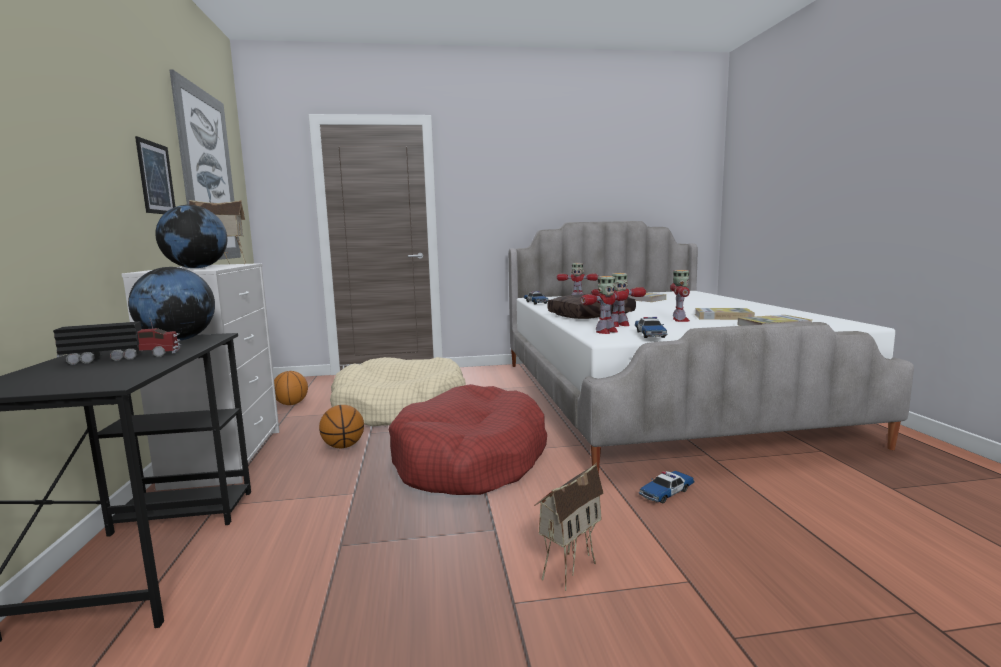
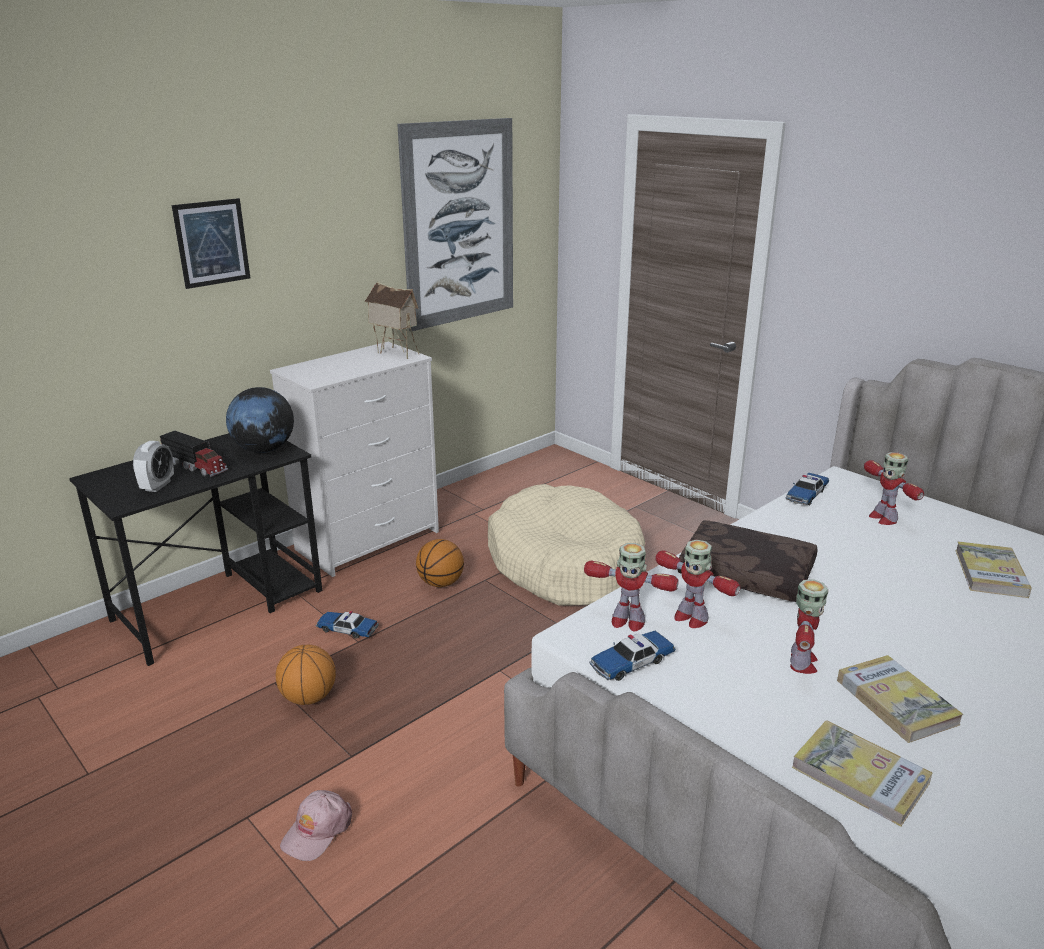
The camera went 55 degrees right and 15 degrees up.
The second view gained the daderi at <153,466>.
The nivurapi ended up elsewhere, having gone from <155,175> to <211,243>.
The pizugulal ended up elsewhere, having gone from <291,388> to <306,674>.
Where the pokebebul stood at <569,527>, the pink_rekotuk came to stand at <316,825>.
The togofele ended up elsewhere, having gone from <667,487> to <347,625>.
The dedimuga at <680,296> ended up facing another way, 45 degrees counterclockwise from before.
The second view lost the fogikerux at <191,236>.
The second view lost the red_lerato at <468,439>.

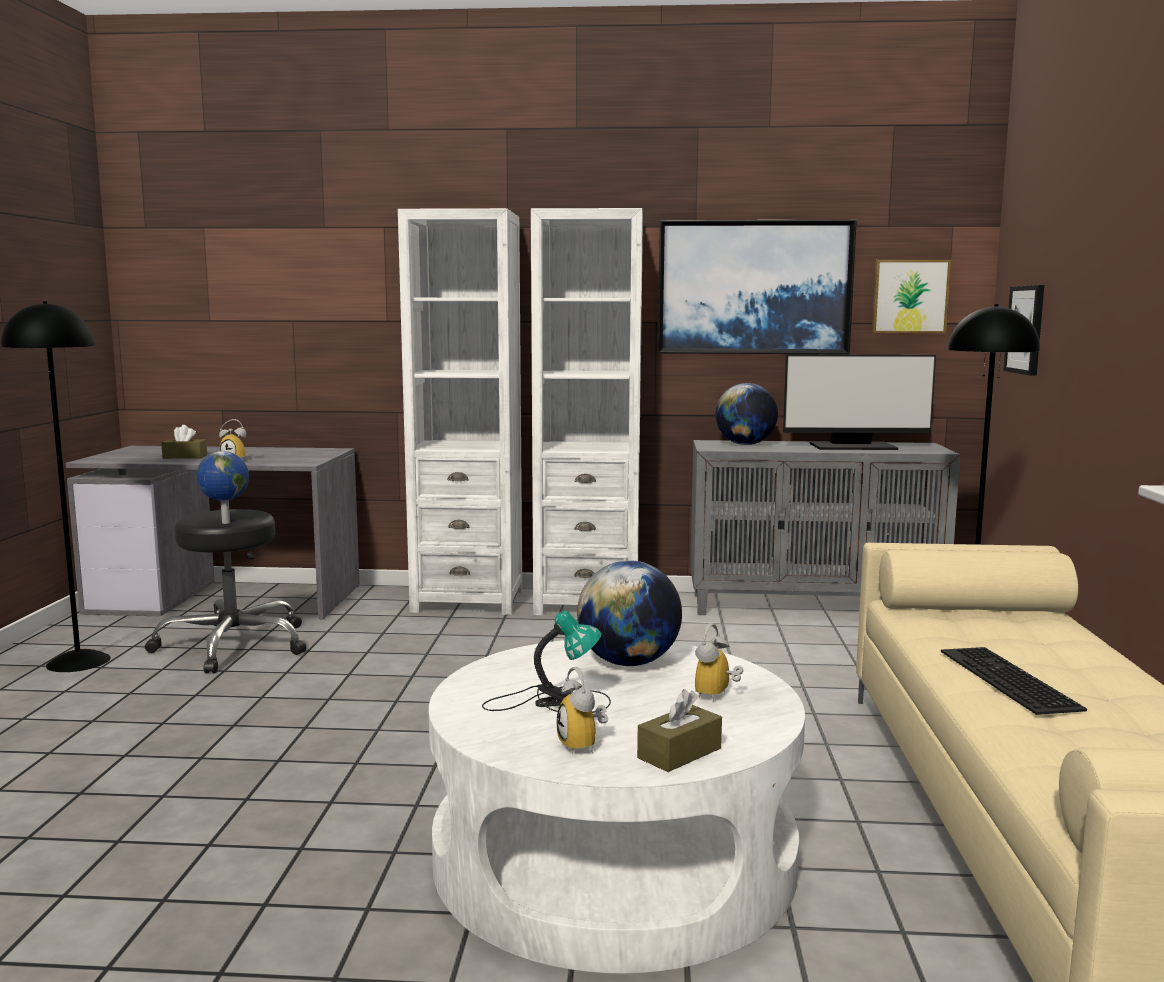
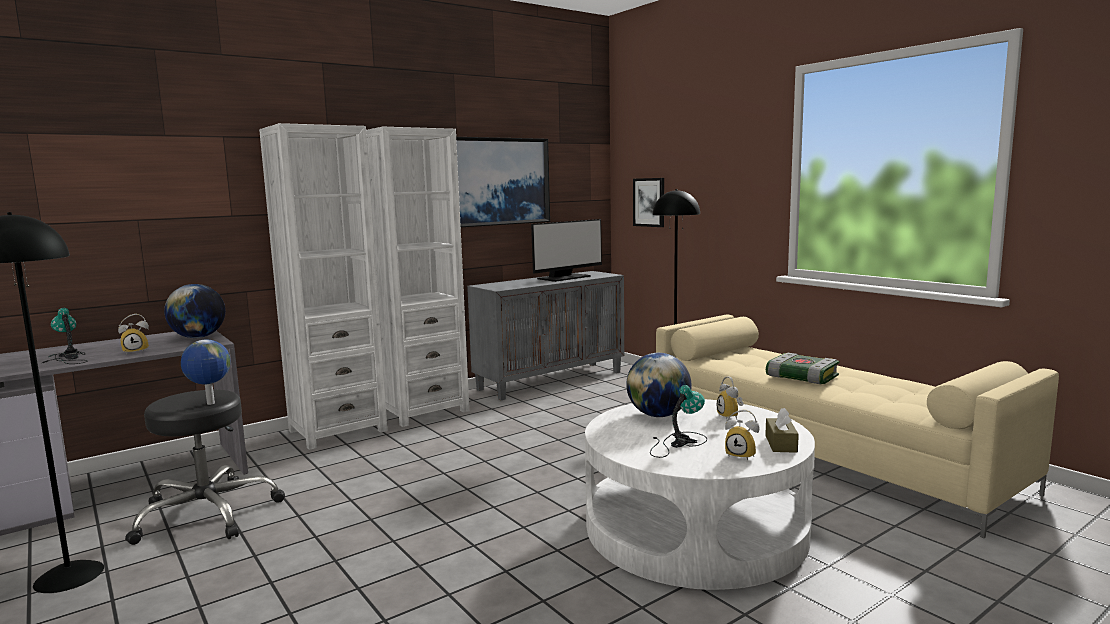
The camera went 40 degrees left and 0 degrees up.
Where the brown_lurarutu stood at <184,442>, the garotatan came to stand at <64,336>.
The fogikerux ended up elsewhere, having gone from <746,414> to <194,311>.
Where the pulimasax stood at <1014,681>, the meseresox came to stand at <802,368>.
The second view lost the nivurapi at <911,296>.

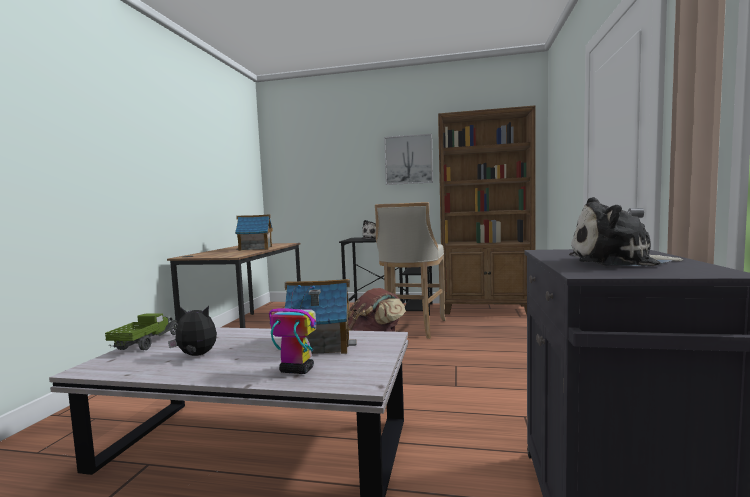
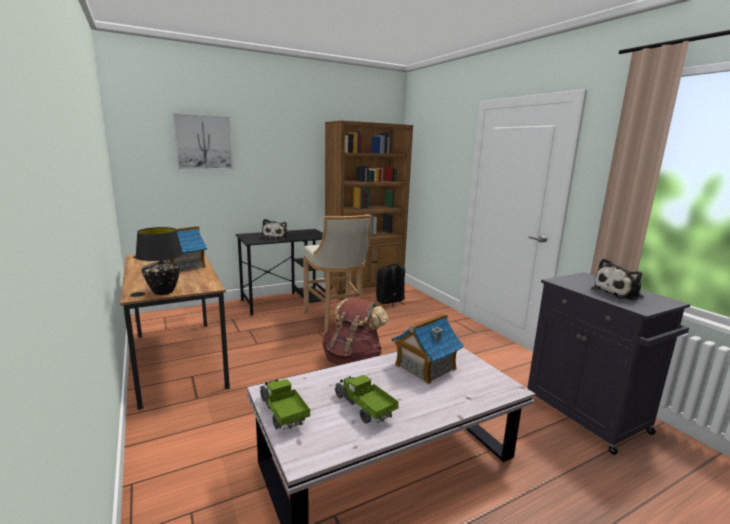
The camera went 40 degrees left and 10 degrees up.
The second view gained the black_garotatan at <159,261>.
The nivurapi ended up elsewhere, having gone from <408,159> to <203,141>.
Where the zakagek stood at <192,331>, the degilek came to stand at <366,399>.
The second view gained the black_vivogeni at <391,285>.
The second view lost the dedimuga at <292,329>.

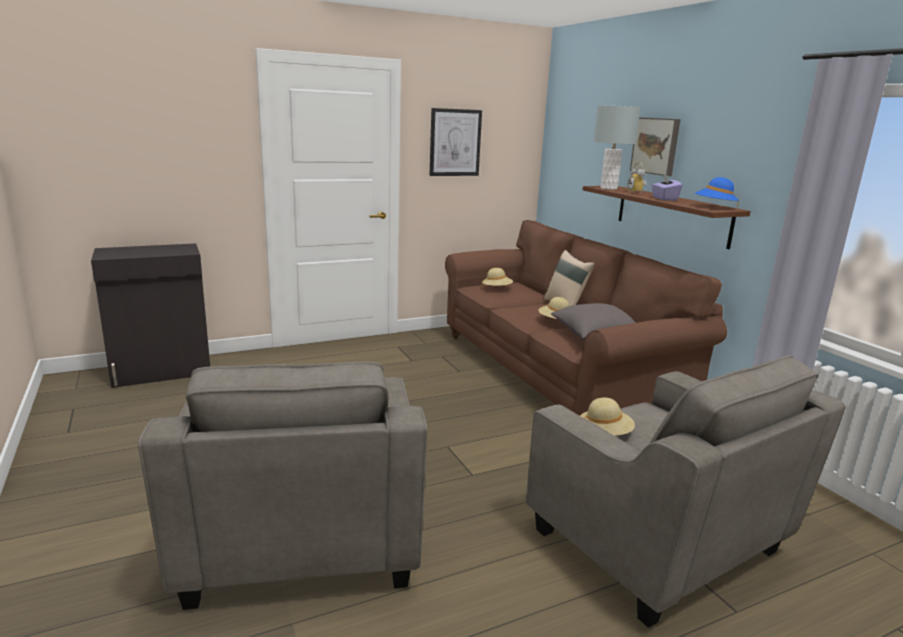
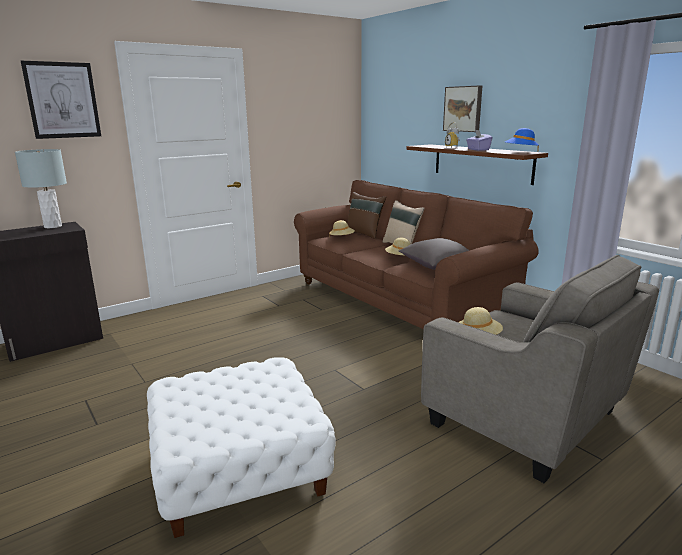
The camera went 10 degrees left and 0 degrees up.
The grey_garotatan ended up elsewhere, having gone from <617,147> to <41,188>.
The nivurapi ended up elsewhere, having gone from <456,142> to <61,100>.
Where the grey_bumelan stood at <282,486>, the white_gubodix came to stand at <241,447>.
The second view gained the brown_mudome at <366,215>.

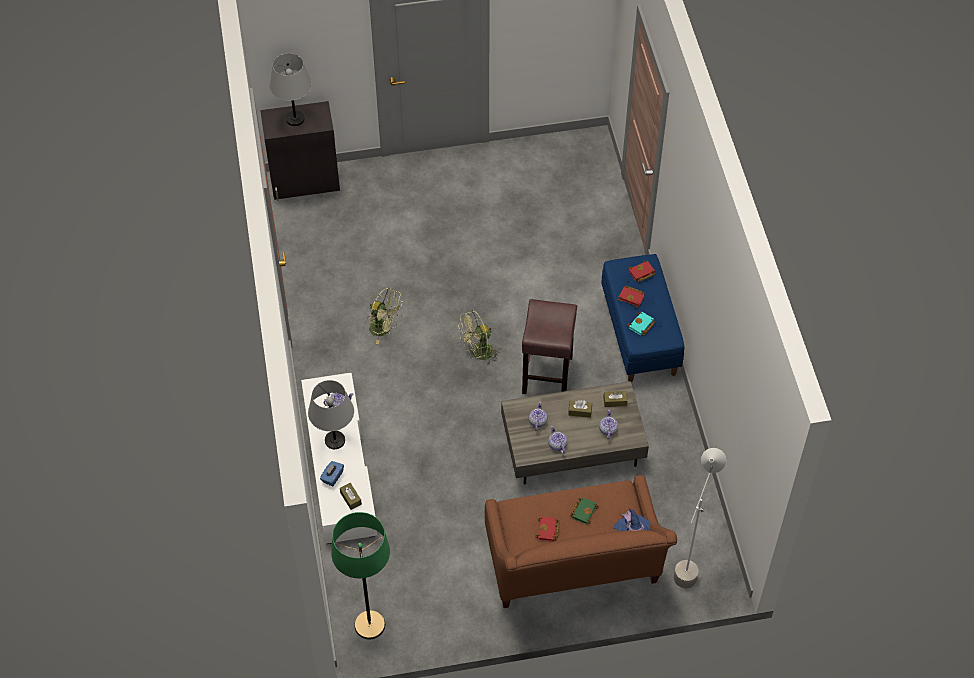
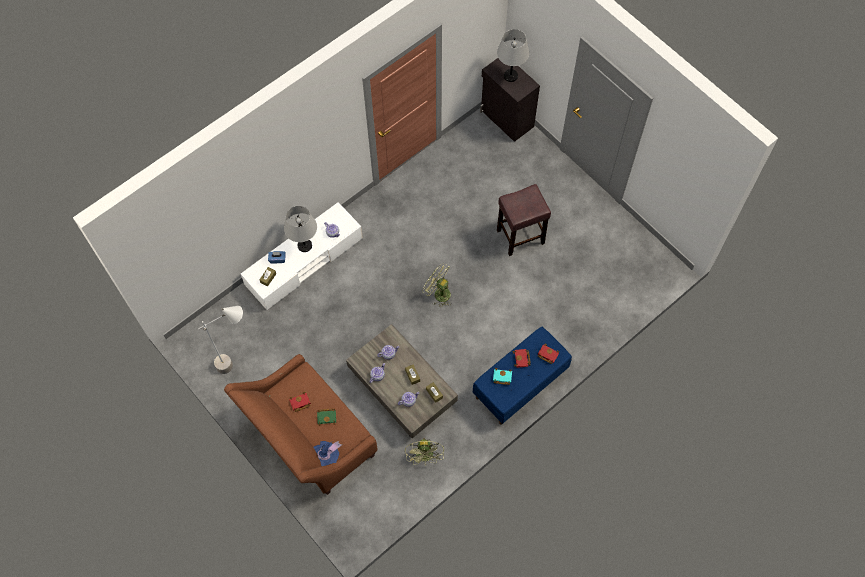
The camera went 60 degrees right and 10 degrees up.
The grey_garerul ended up elsewhere, having gone from <700,518> to <220,340>.
The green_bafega ended up elsewhere, having gone from <385,315> to <424,452>.
The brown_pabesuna ended up elsewhere, having gone from <549,346> to <524,220>.
The second view lost the green_garerul at <360,575>.

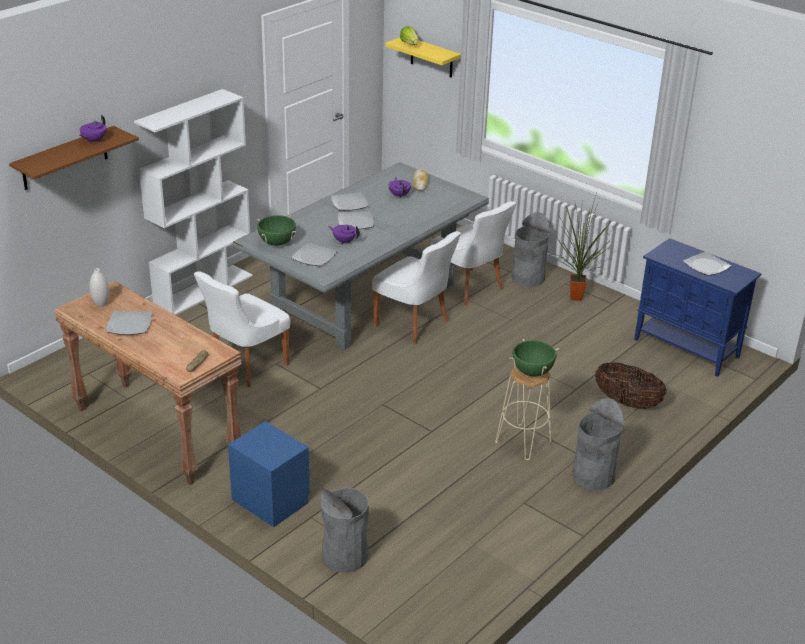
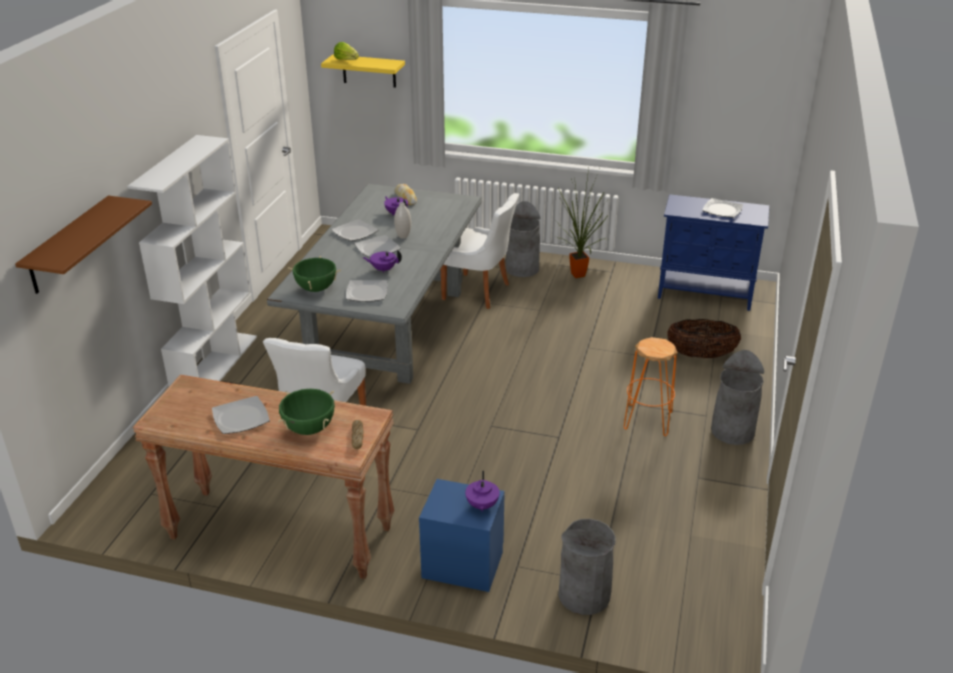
The camera went 25 degrees left and 0 degrees up.
The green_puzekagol ended up elsewhere, having gone from <534,357> to <306,412>.
The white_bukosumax ended up elsewhere, having gone from <99,287> to <402,220>.
The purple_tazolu ended up elsewhere, having gone from <92,129> to <482,491>.
What was the beige_pabesuna at <523,413> turned into the orange_pabesuna at <651,386>.
The second view lost the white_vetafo at <416,287>.

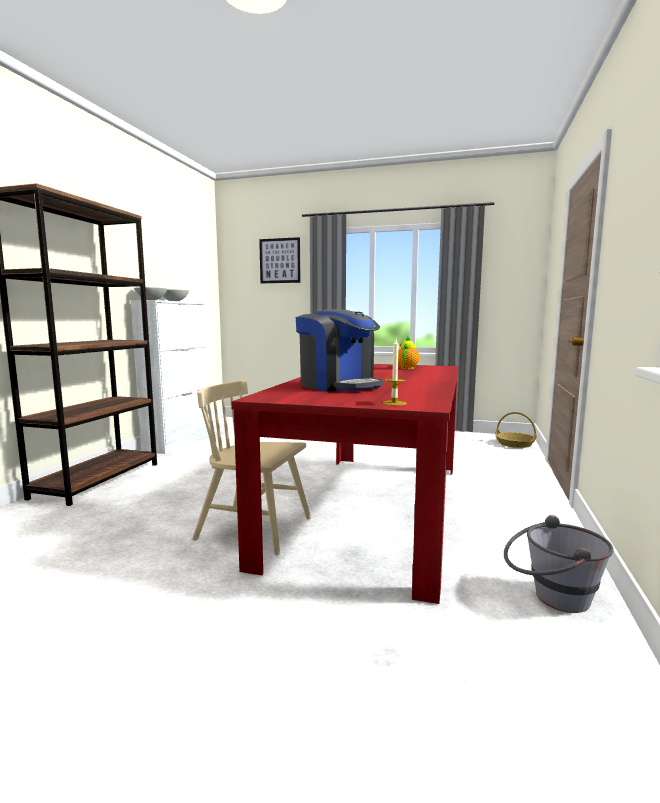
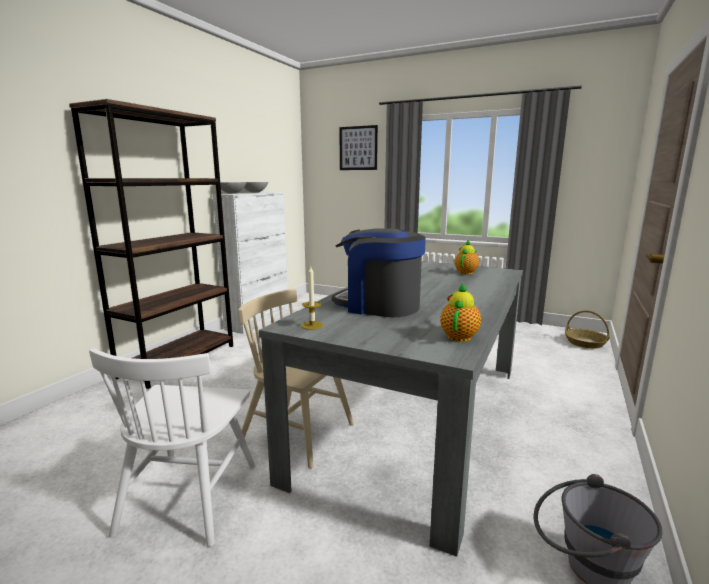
The camera went 10 degrees right and 5 degrees up.
The second view gained the white_vetafo at <172,447>.
What was the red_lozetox at <345,484> turned into the grey_lozetox at <391,409>.
The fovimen ended up elsewhere, having gone from <394,372> to <312,298>.
The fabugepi at <340,350> ended up facing another way, 150 degrees clockwise from before.
The second view gained the tazolu at <460,312>.

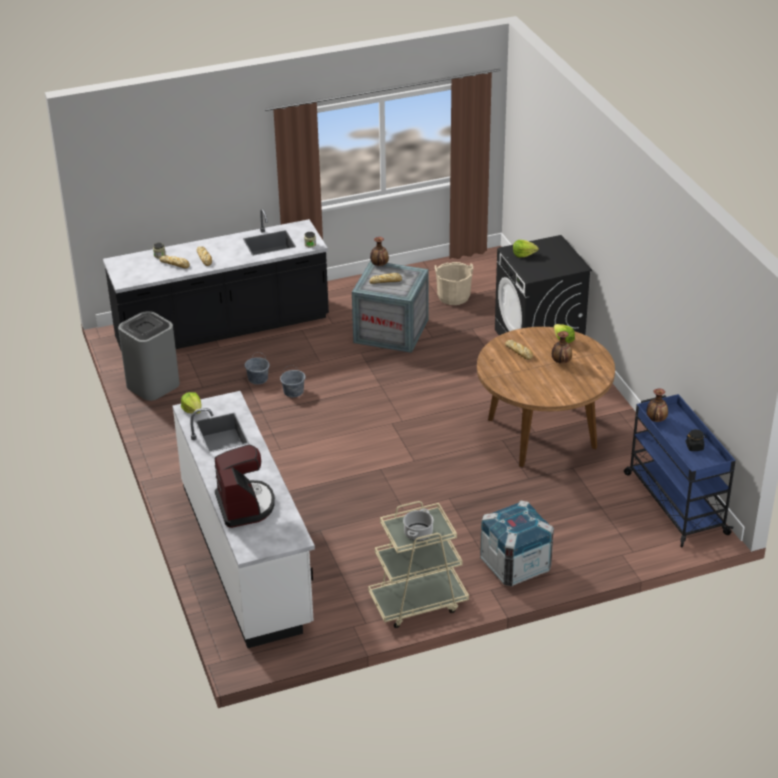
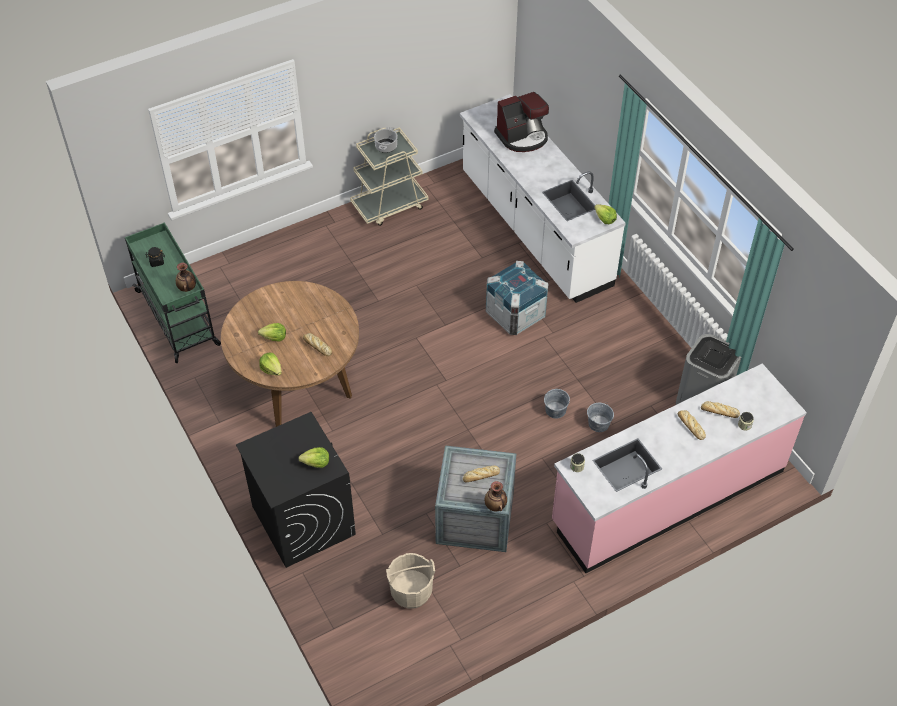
The camera went 170 degrees right and 15 degrees up.
What was the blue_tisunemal at <680,471> turned into the green_tisunemal at <173,292>.
Where the bukosumax stood at <562,347>, the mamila came to stand at <272,332>.
The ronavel ended up elsewhere, having gone from <517,543> to <517,298>.
The fabugepi at <245,486> ended up facing another way, 90 degrees counterclockwise from before.
What was the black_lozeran at <216,280> turned into the pink_lozeran at <679,468>.

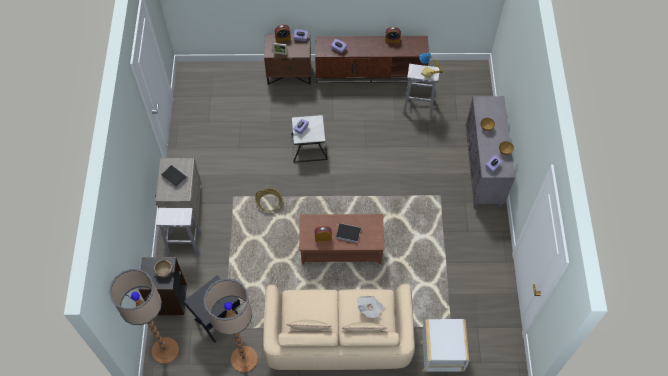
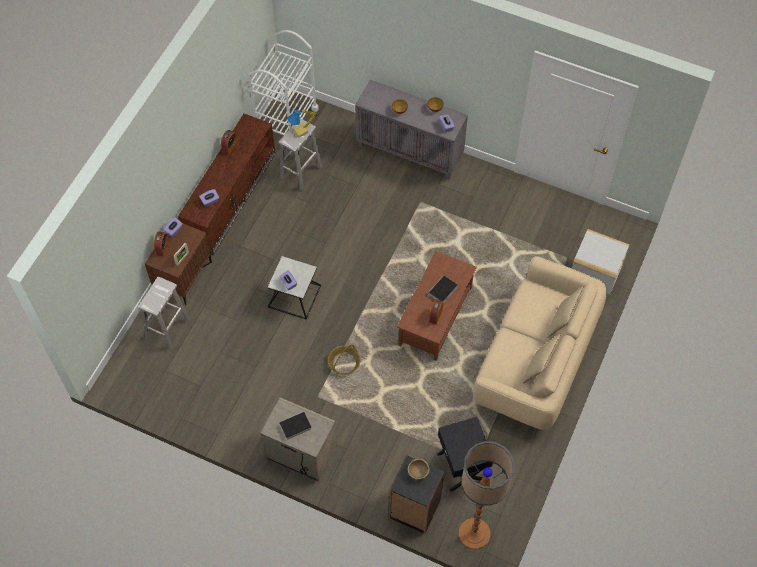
The camera went 65 degrees left and 0 degrees up.
The white_pabesuna ended up elsewhere, having gone from <179,231> to <164,312>.
The second view gained the white_tisunemal at <283,82>.
The second view lost the garerul at <231,325>.
The second view lost the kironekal at <371,307>.

